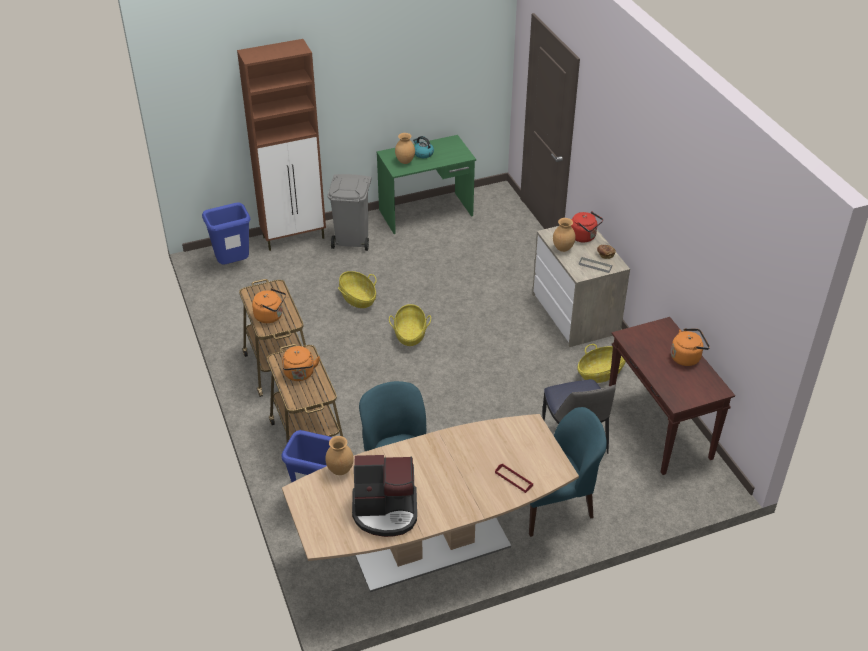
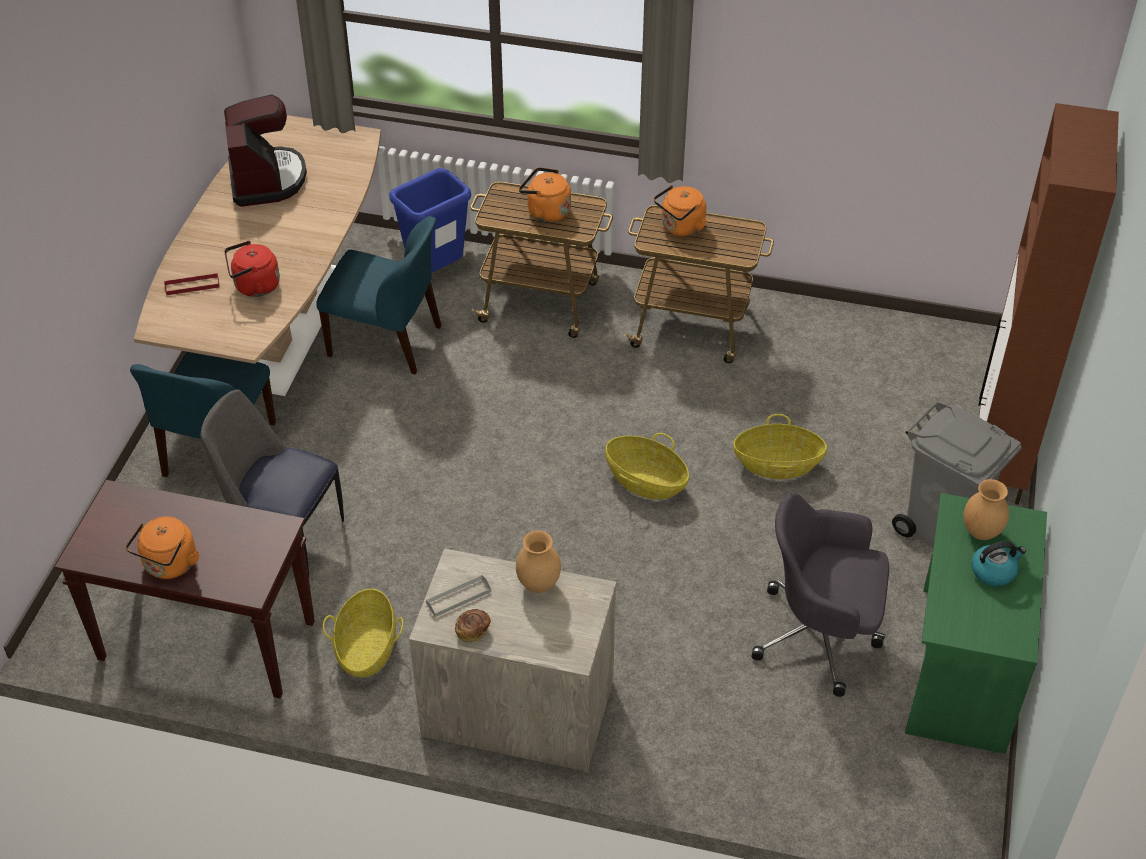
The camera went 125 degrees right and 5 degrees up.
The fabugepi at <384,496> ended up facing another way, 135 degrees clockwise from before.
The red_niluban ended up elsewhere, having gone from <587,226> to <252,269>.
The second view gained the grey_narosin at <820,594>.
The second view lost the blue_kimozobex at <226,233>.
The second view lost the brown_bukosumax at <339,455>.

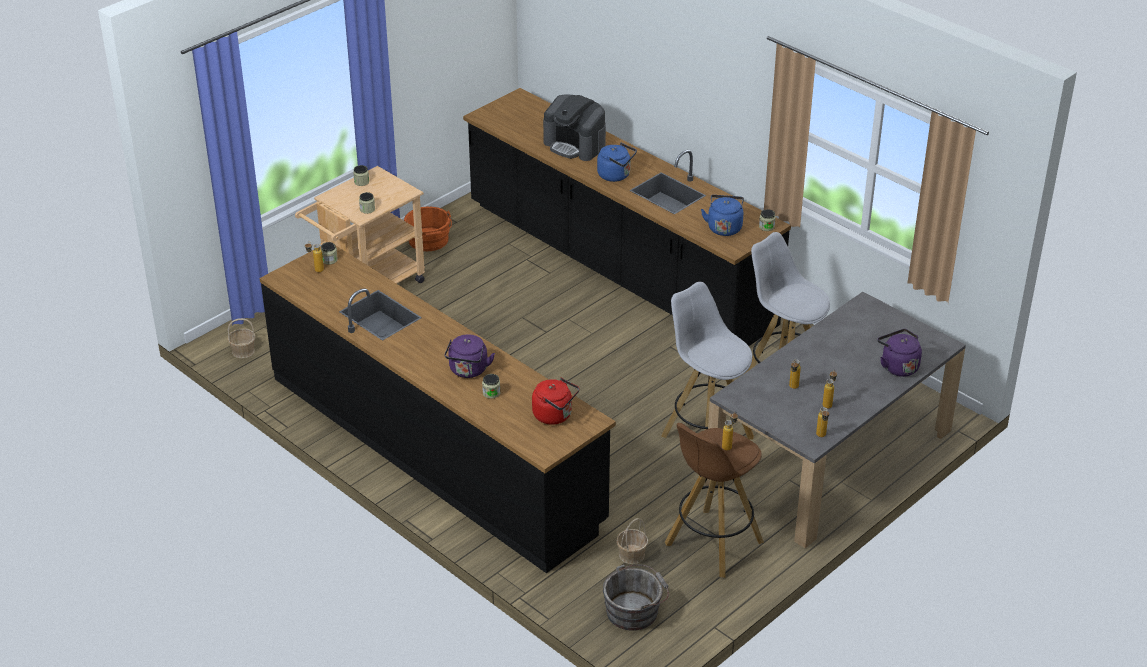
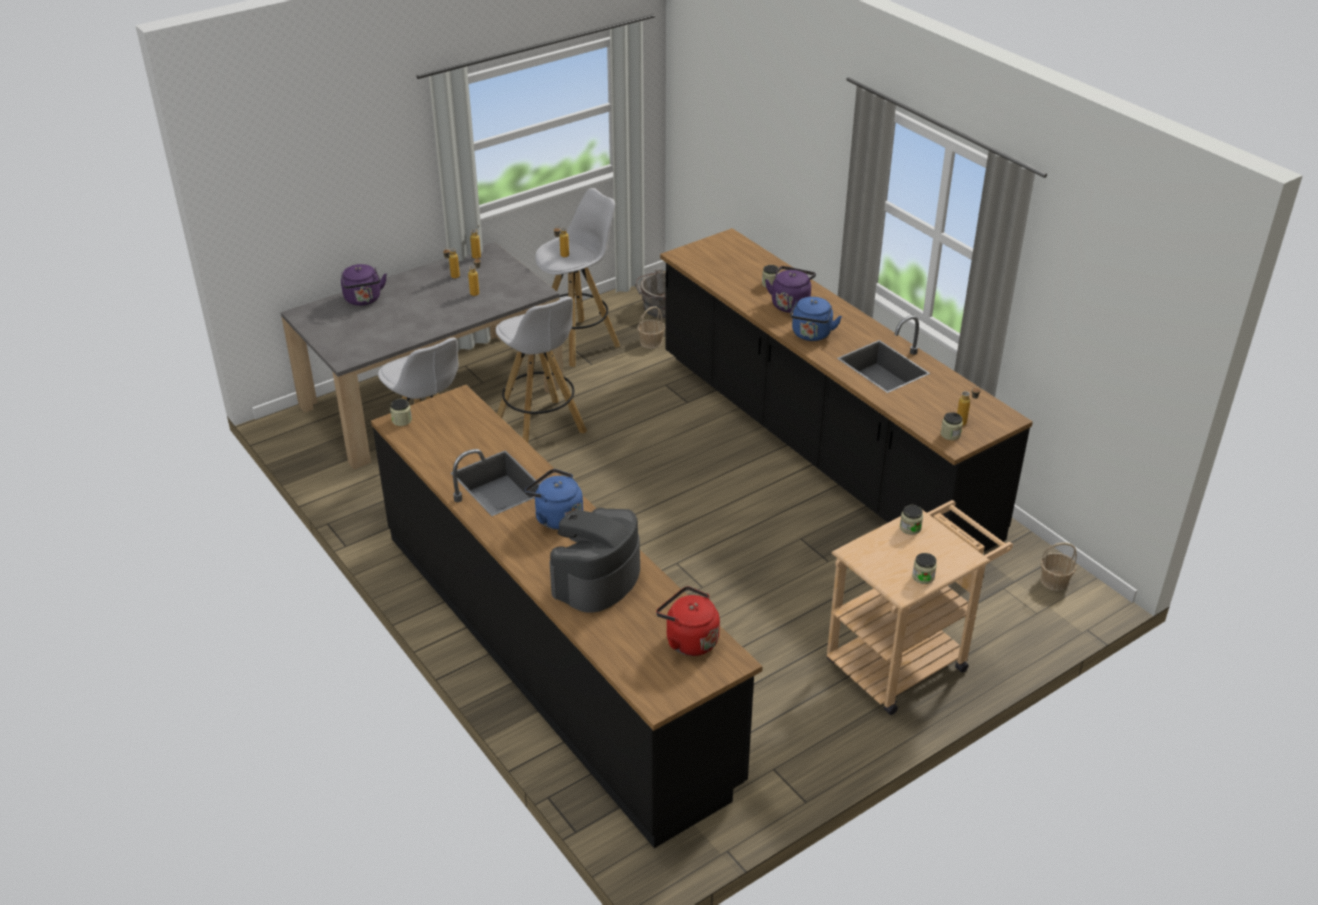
The camera went 170 degrees left and 0 degrees up.
What was the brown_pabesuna at <714,500> turned into the white_pabesuna at <577,277>.
The fabugepi at <574,127> ended up facing another way, 105 degrees counterclockwise from before.
The red_niluban ended up elsewhere, having gone from <555,401> to <688,621>.
The blue_niluban ended up elsewhere, having gone from <722,215> to <816,319>.
The second view lost the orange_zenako at <428,229>.

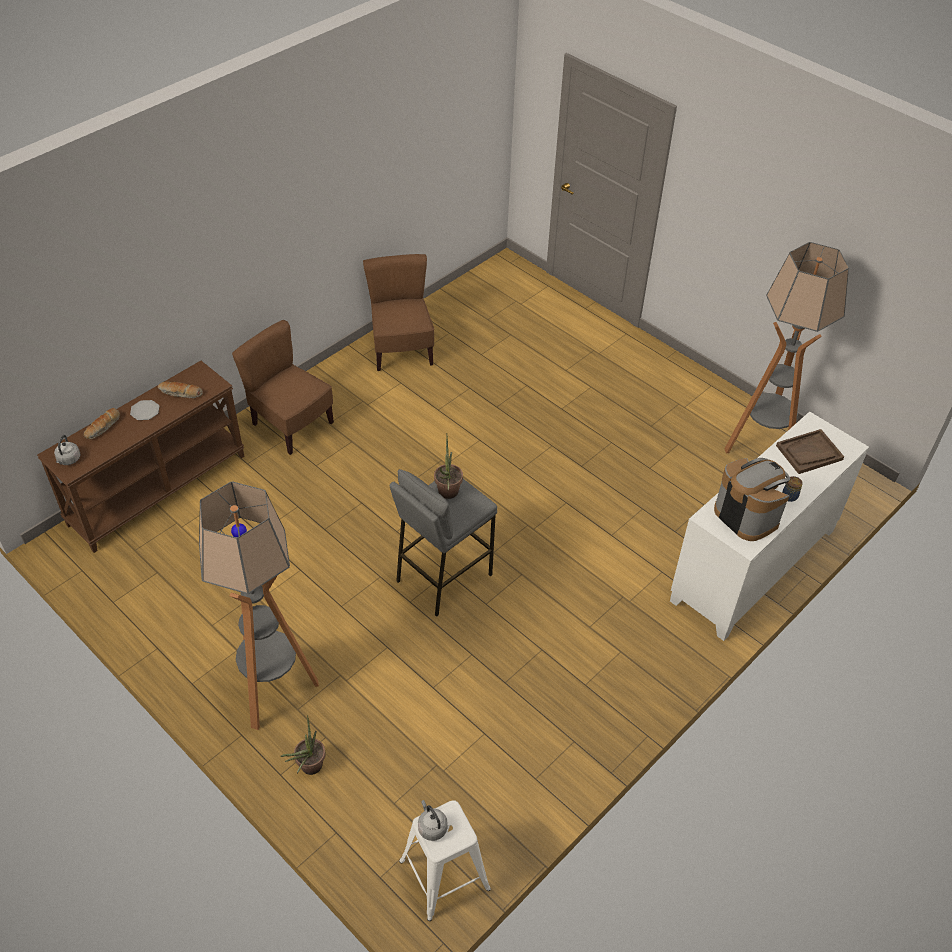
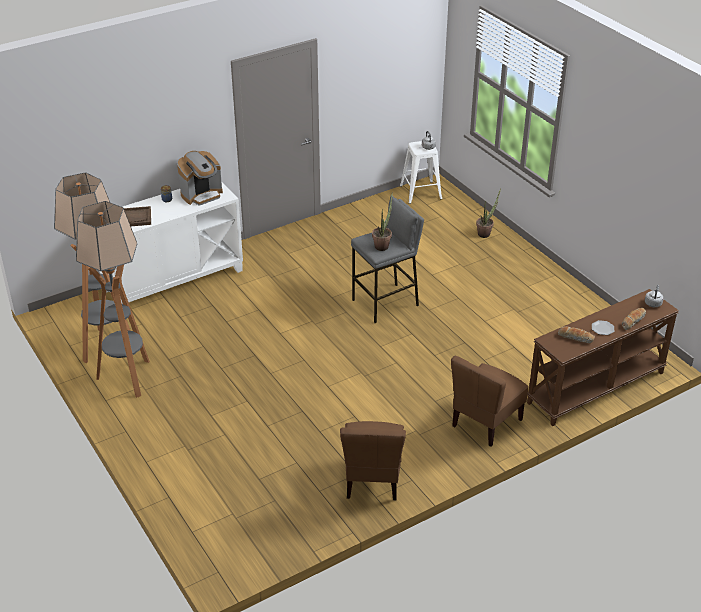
The camera went 165 degrees left and 10 degrees down.
The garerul ended up elsewhere, having gone from <259,605> to <113,299>.
The fabugepi at <752,499> ended up facing another way, 105 degrees counterclockwise from before.
The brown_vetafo at <283,387> ended up facing another way, 75 degrees clockwise from before.

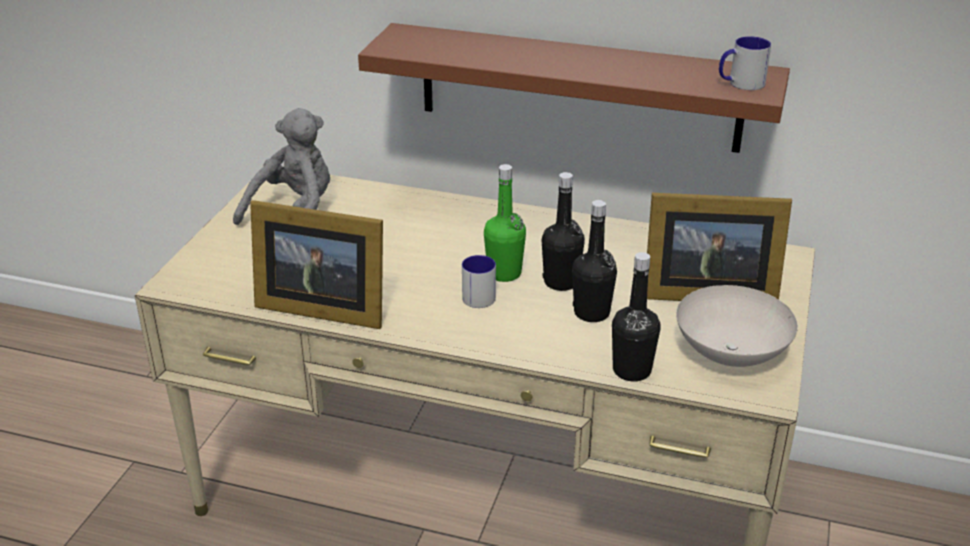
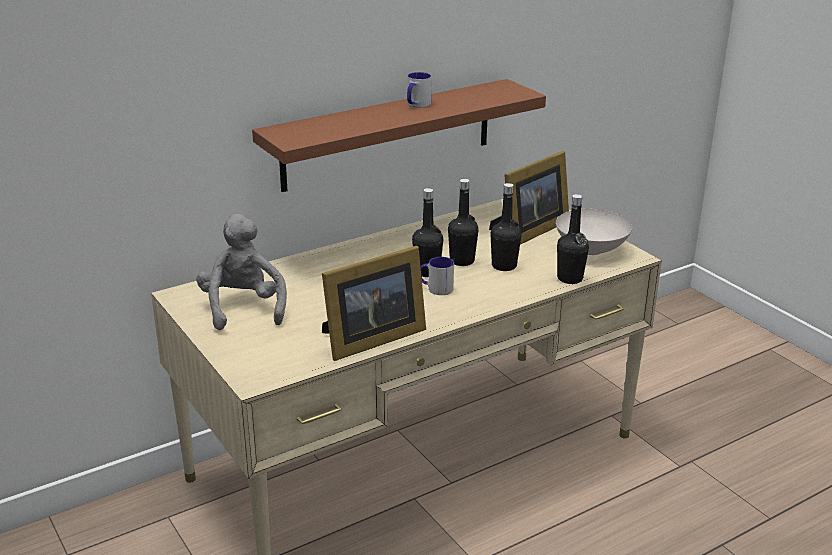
The camera went 50 degrees left and 5 degrees down.
The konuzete ended up elsewhere, having gone from <745,63> to <419,89>.
What was the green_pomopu at <505,223> turned into the black_pomopu at <427,232>.

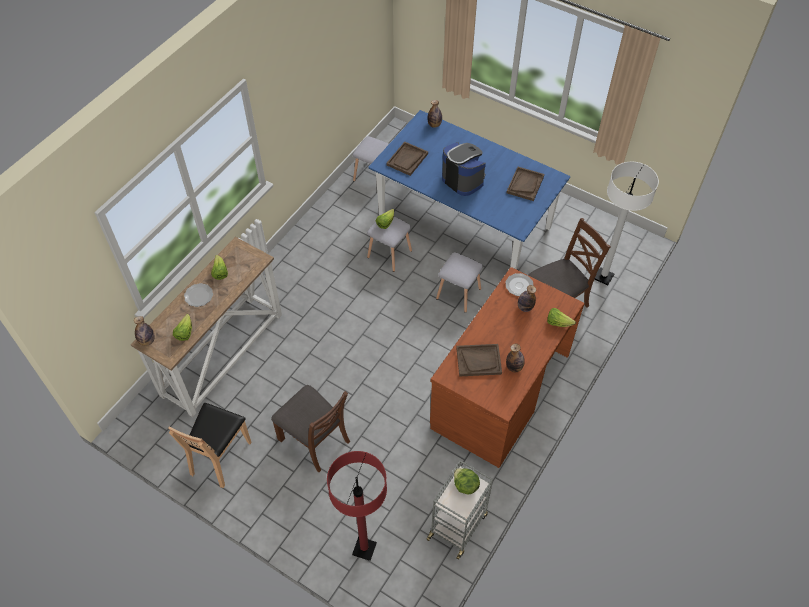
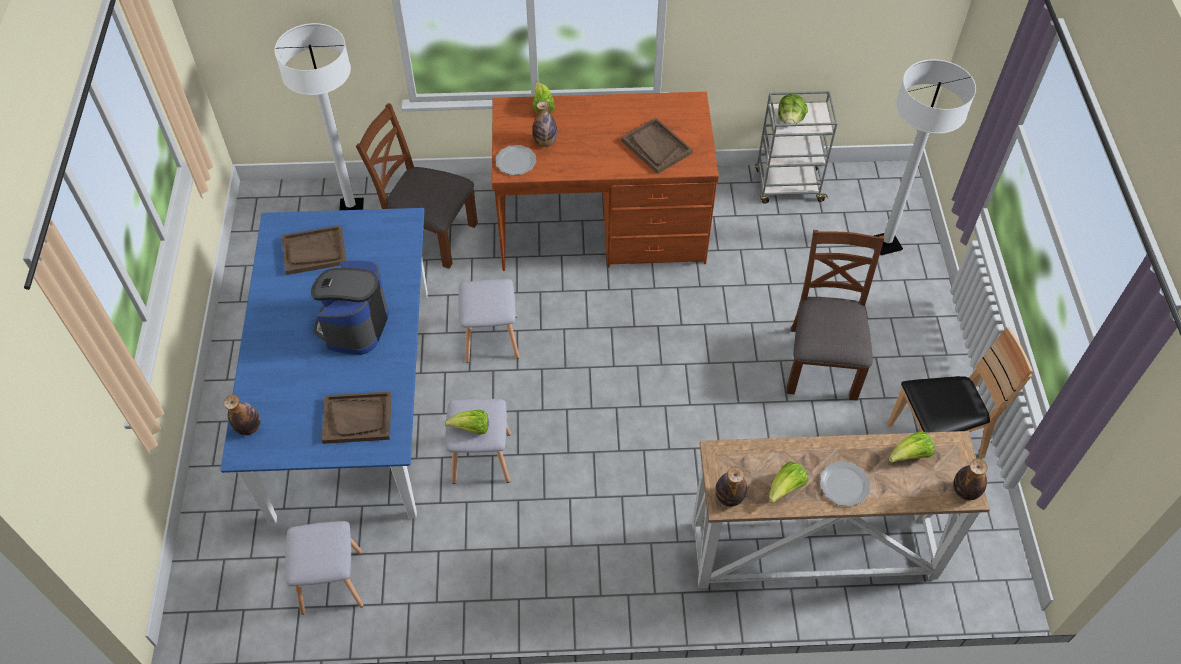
The camera went 125 degrees left and 0 degrees up.
The pomopu ended up elsewhere, having gone from <515,358> to <731,486>.
What was the red_garerul at <357,506> turned into the white_garerul at <925,157>.

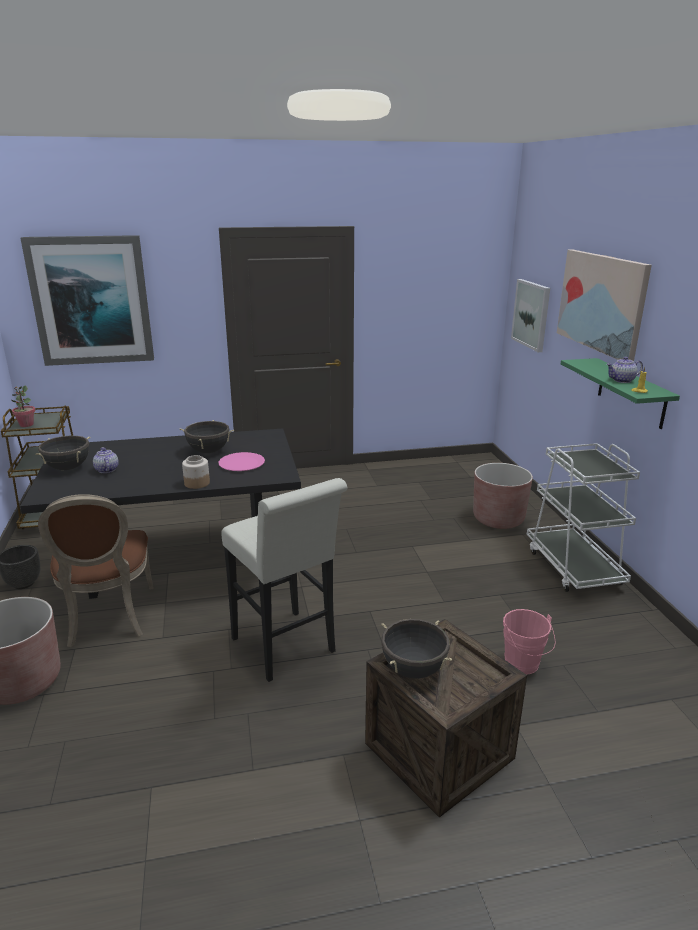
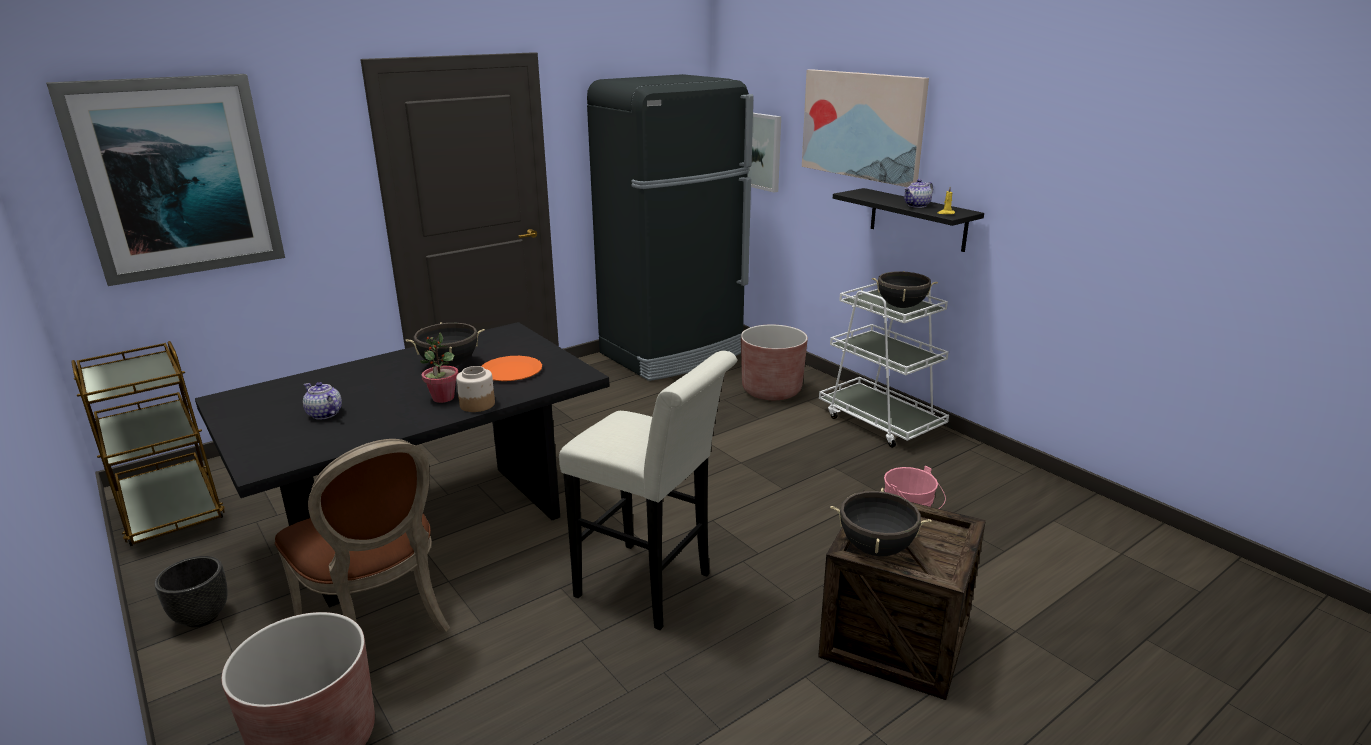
The camera went 25 degrees left and 0 degrees up.
The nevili ended up elsewhere, having gone from <23,406> to <439,368>.
What was the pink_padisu at <241,461> turned into the orange_padisu at <511,368>.
The second view gained the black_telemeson at <670,227>.
What was the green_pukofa at <620,393> turned into the black_pukofa at <908,220>.
The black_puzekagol ended up elsewhere, having gone from <63,453> to <905,289>.

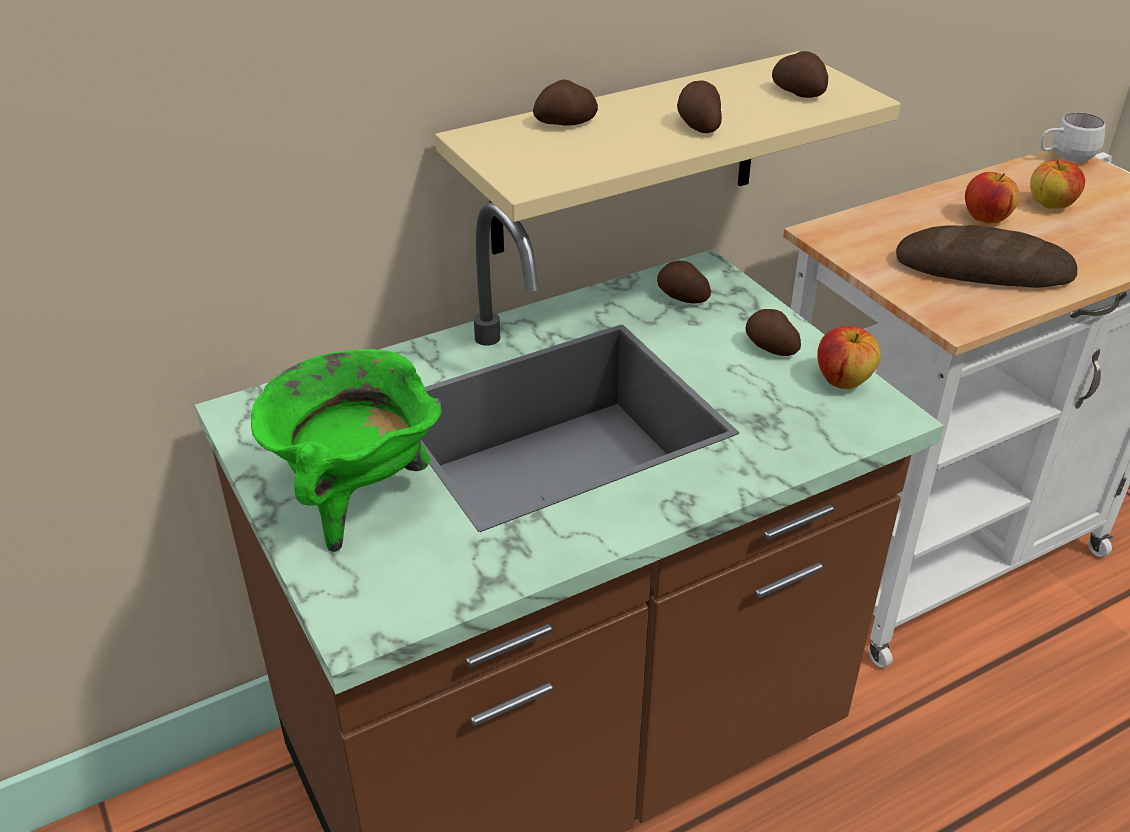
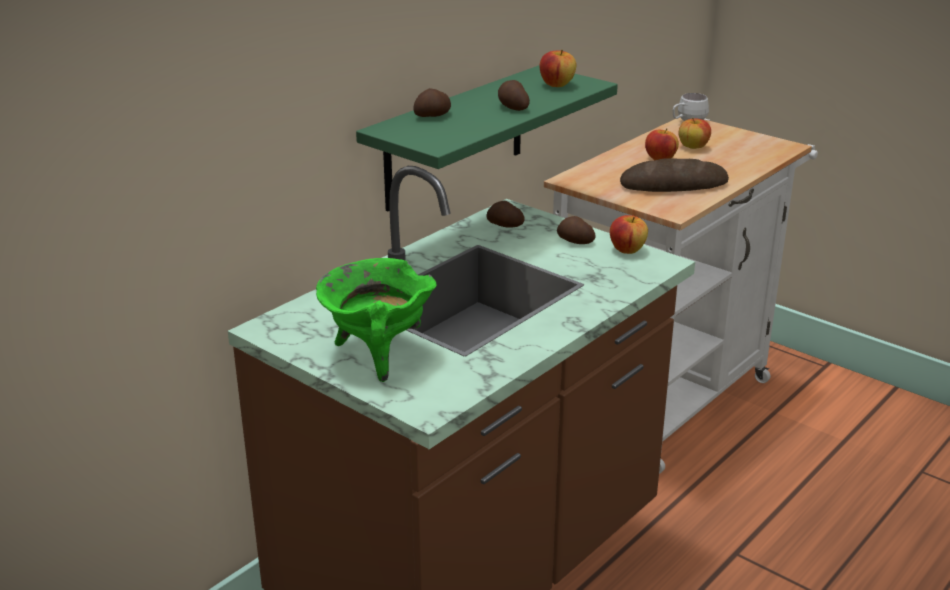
The camera went 20 degrees left and 10 degrees down.
What was the beige_pukofa at <667,153> turned into the green_pukofa at <487,138>.
Where the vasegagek stood at <800,74>, the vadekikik came to stand at <558,68>.

